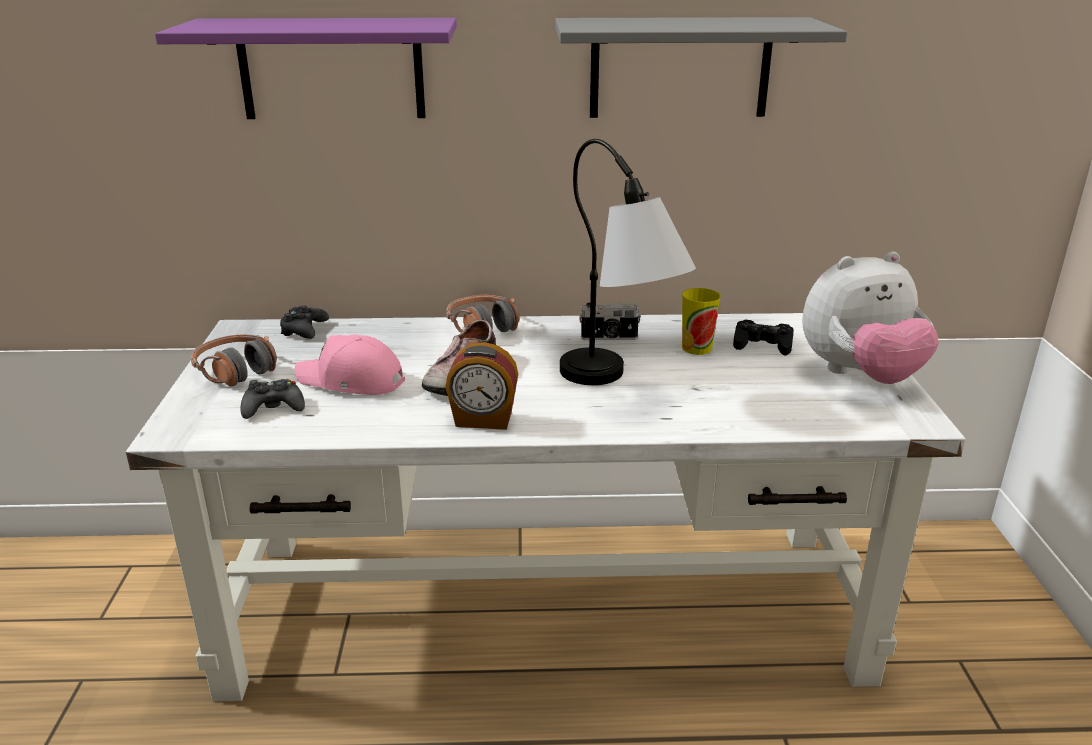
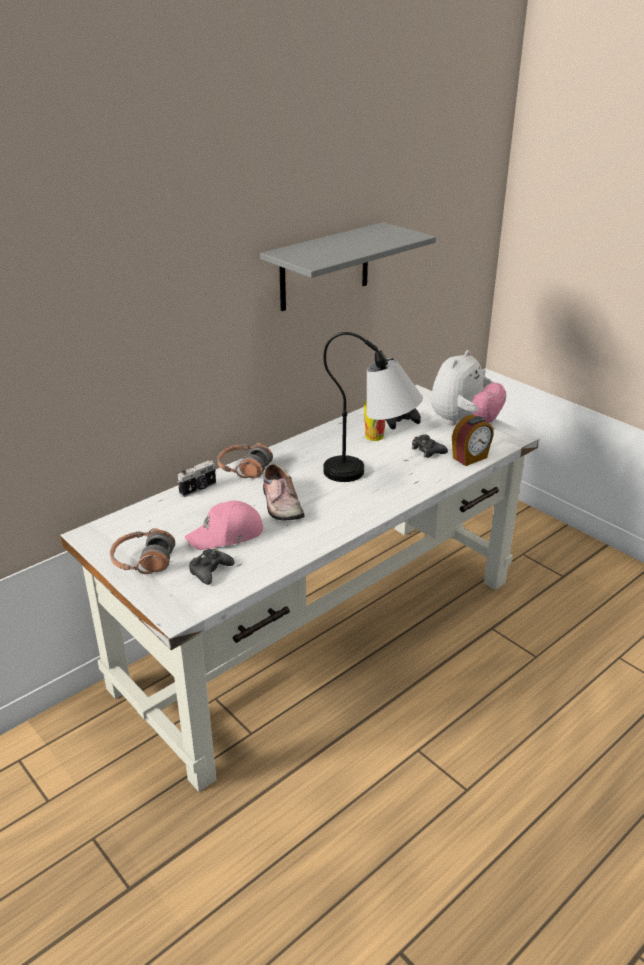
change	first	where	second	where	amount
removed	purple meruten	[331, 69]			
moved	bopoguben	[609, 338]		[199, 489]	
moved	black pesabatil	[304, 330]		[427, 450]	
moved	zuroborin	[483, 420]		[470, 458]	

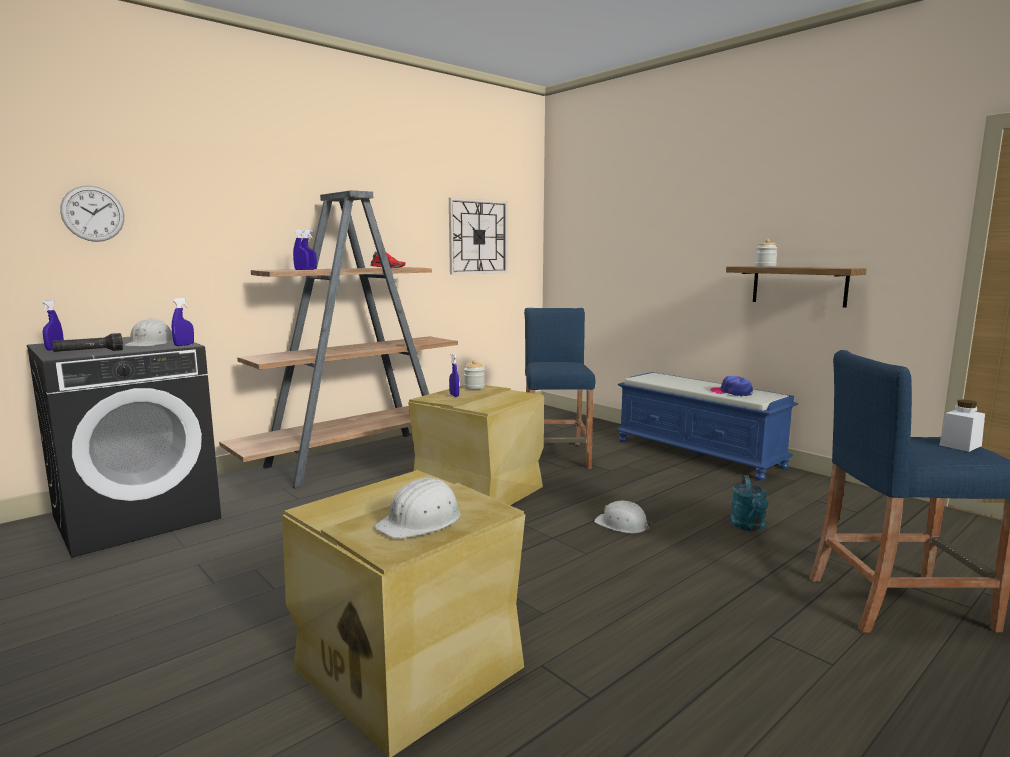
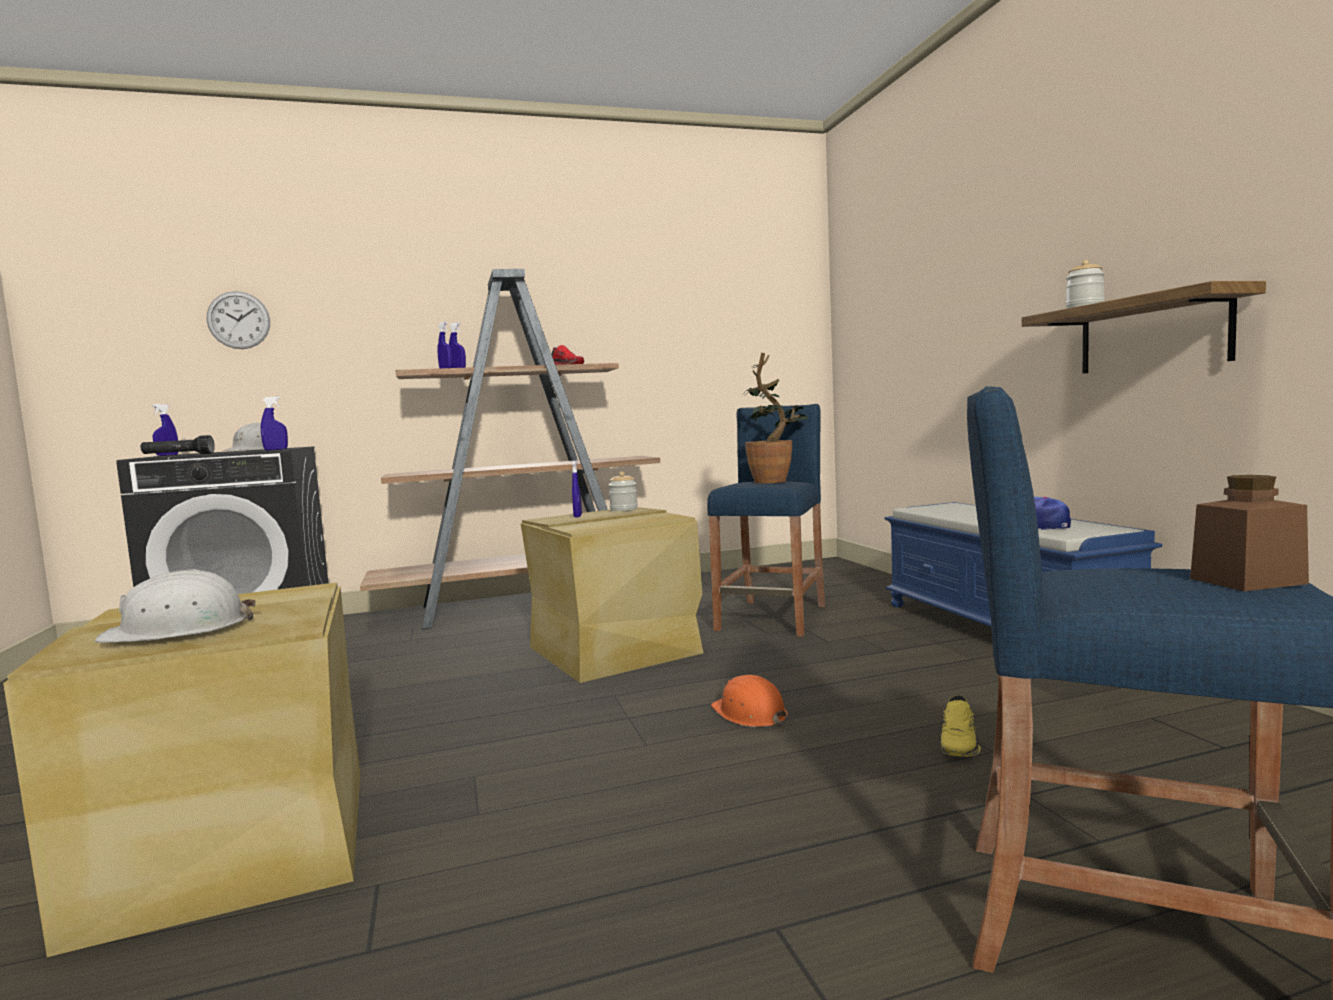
change	first	where	second	where	amount
removed	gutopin	[478, 237]			
recoloured	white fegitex	[960, 445]	brown fegitex	[1247, 581]	
replaced	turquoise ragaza	[749, 527]	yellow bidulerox	[960, 743]	
recoloured	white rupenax	[622, 525]	orange rupenax	[749, 713]	
added			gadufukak	[776, 480]	

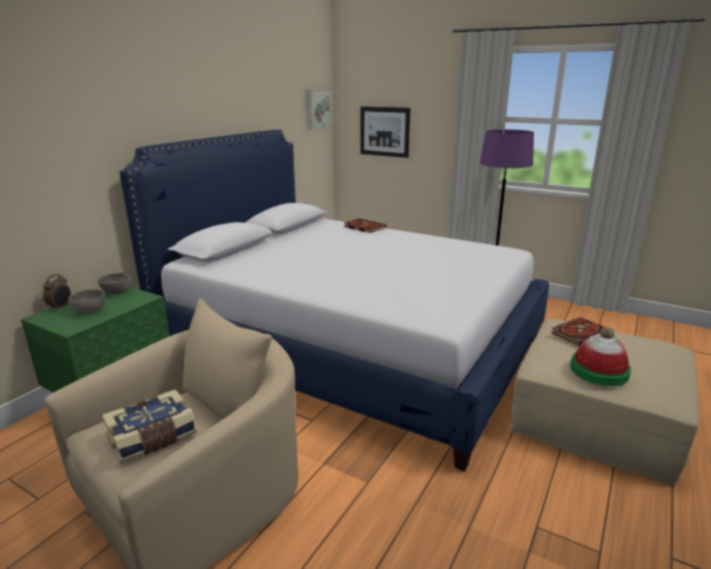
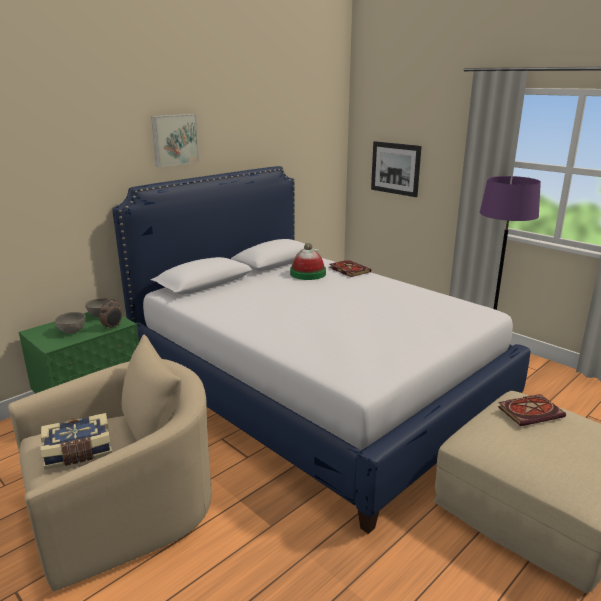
change	first	where	second	where	amount
moved	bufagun	[317, 109]		[174, 140]	
moved	zuroborin	[60, 307]		[112, 327]	
moved	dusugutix	[599, 370]		[308, 273]	

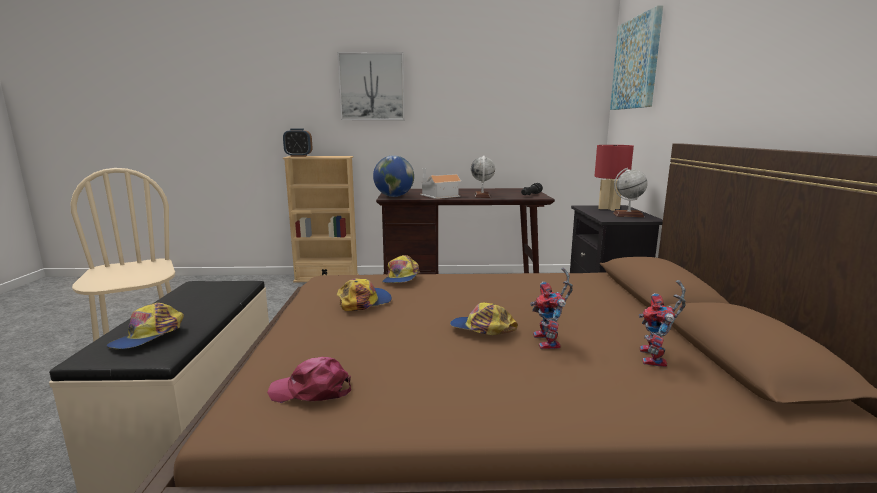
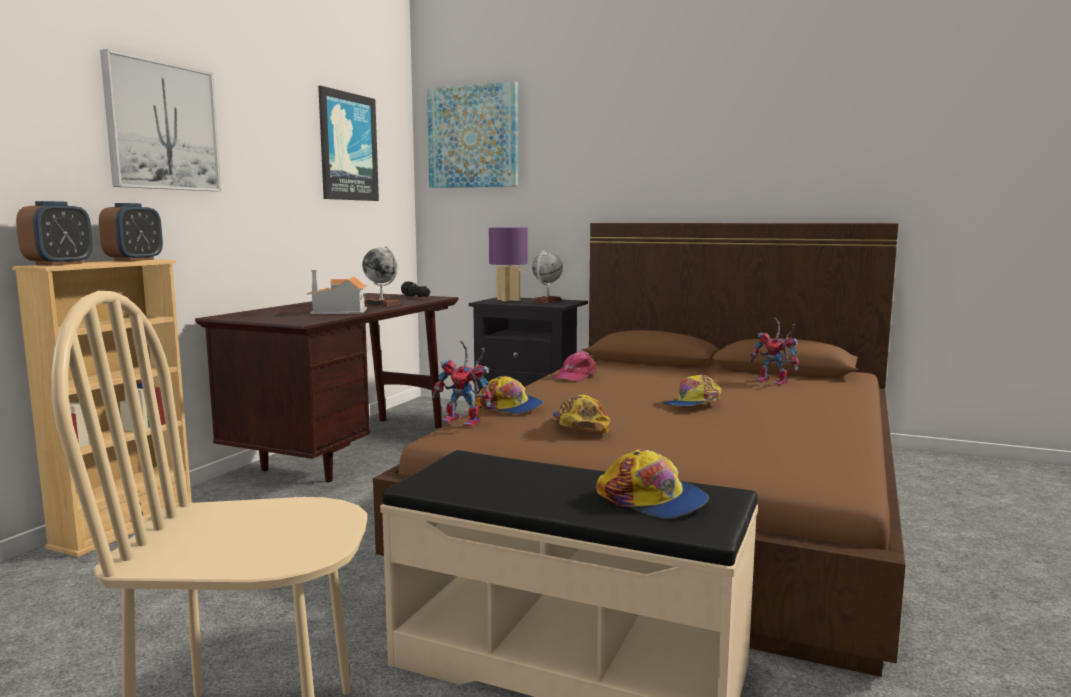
change	first	where	second	where	amount
recoloured	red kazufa	[608, 208]	purple kazufa	[508, 300]	
removed	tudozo	[394, 196]			
moved	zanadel	[550, 343]		[466, 421]	
moved	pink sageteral	[312, 390]		[576, 376]	
added			bufagun	[347, 147]	
added			zuroborin	[134, 260]	

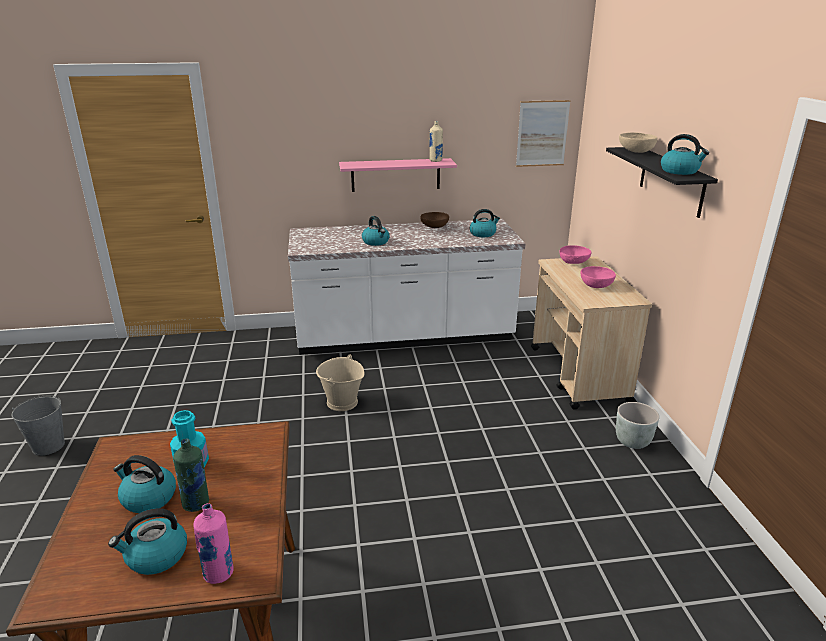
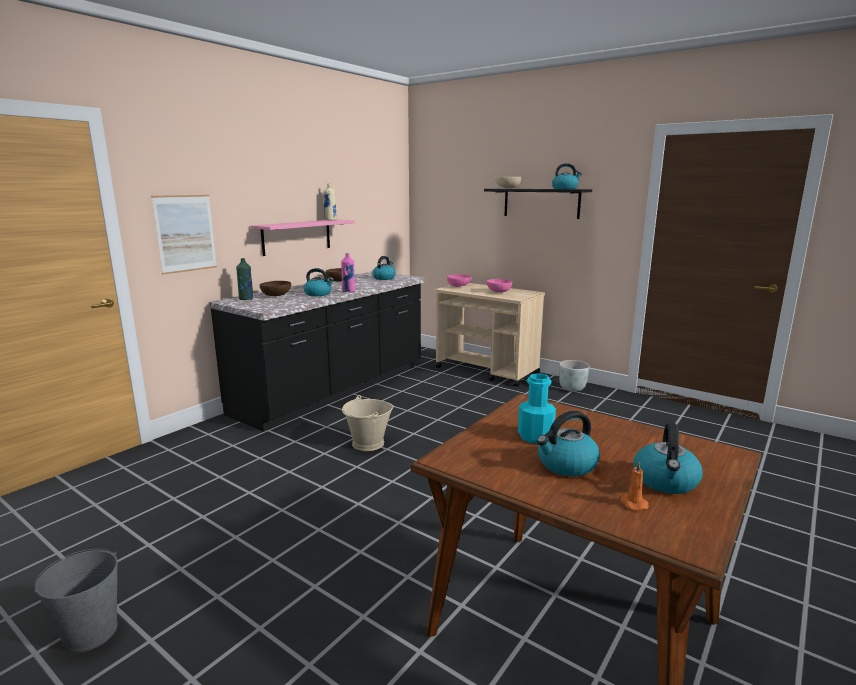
change	first	where	second	where	amount
moved	bufagun	[542, 133]		[185, 233]	
recoloured	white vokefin	[404, 336]	black vokefin	[334, 390]	
moved	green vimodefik	[196, 503]		[246, 299]	
moved	pink vimodefik	[219, 573]		[348, 291]	
added			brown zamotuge	[276, 296]	
added			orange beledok	[632, 503]	

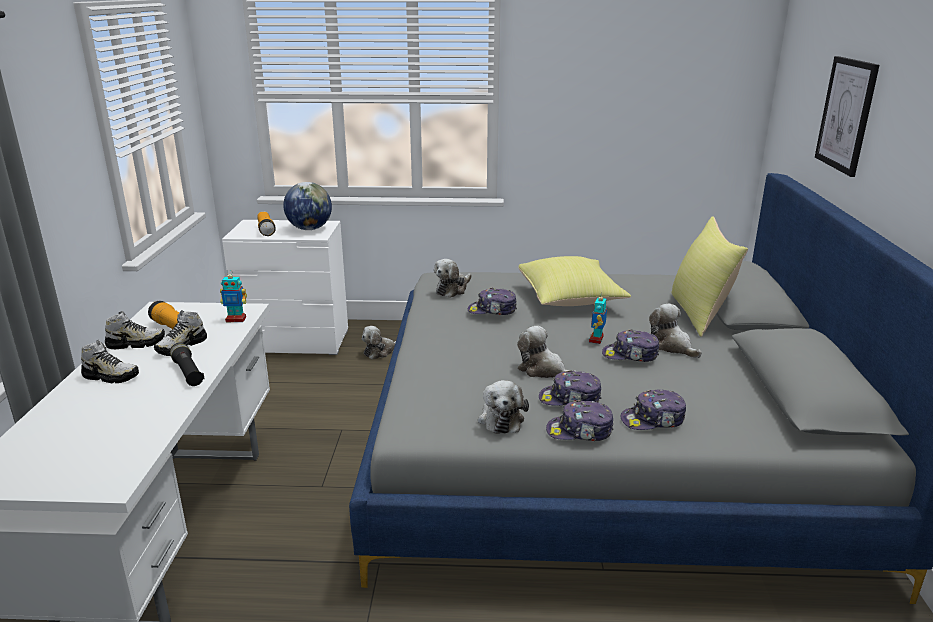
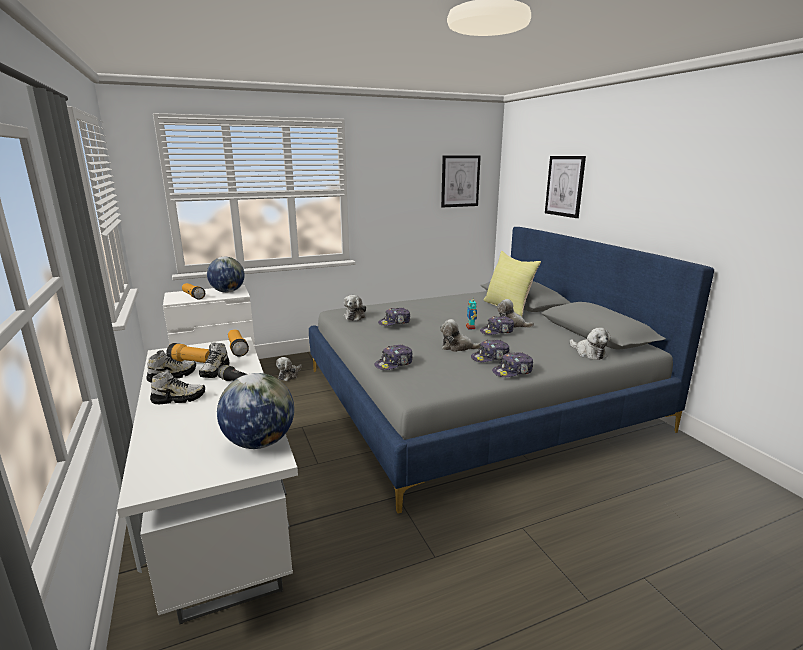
change	first	where	second	where	amount
removed	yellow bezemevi	[570, 300]			
replaced	zanadel	[236, 319]	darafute	[237, 349]	
moved	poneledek	[501, 418]		[588, 353]	
moved	sageteral	[653, 420]		[394, 364]	
added			bufagun	[460, 181]	
added			tudozo	[259, 442]	

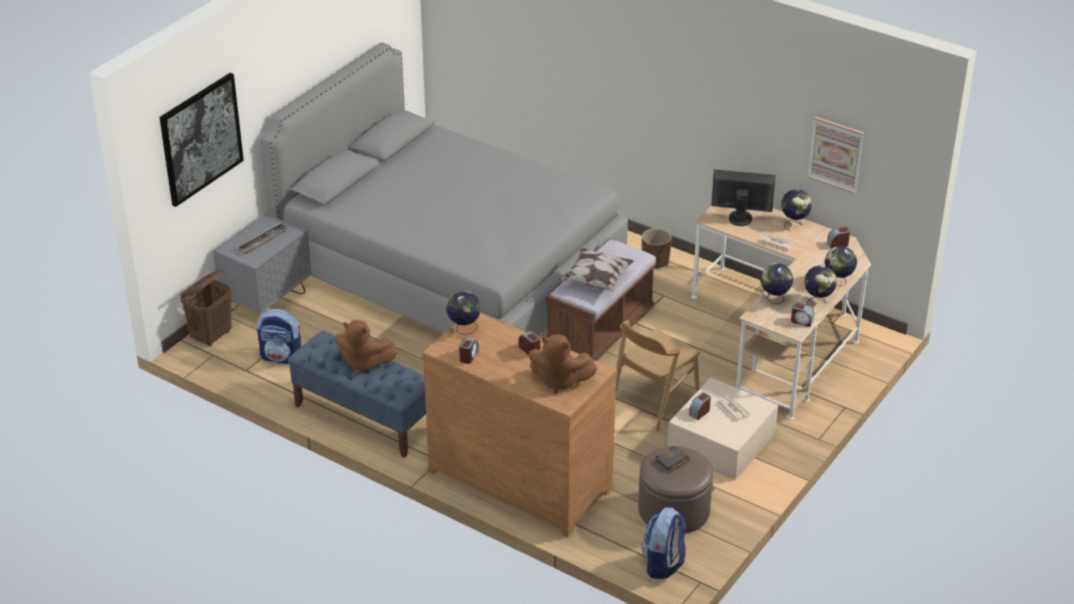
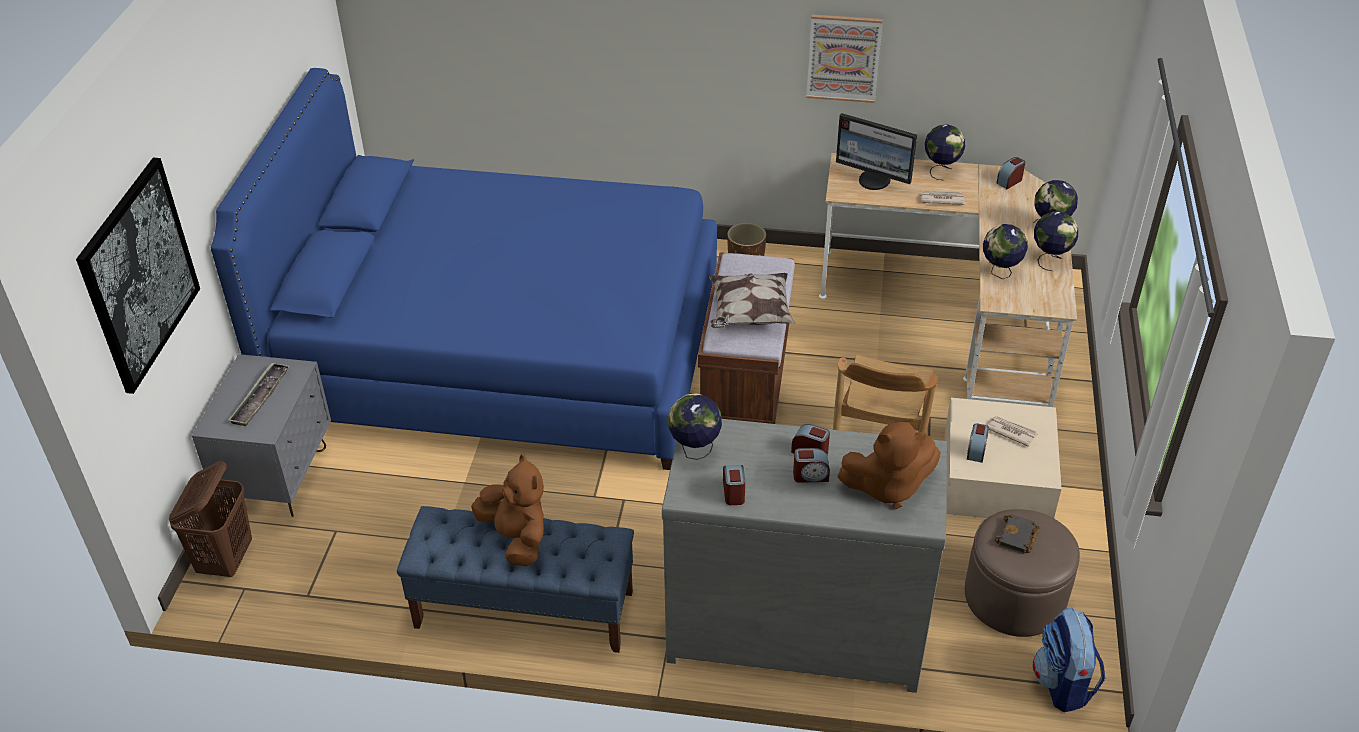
change	first	where	second	where	amount
recoloured	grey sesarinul	[450, 269]	blue sesarinul	[502, 352]	
moved	bufagun	[836, 154]		[843, 58]	
turned	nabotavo	[740, 218]		[874, 181]	135 degrees counterclockwise
moved	zuroborin	[801, 321]		[810, 475]	
removed	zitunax	[282, 357]			
recoloured	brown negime	[521, 478]	grey negime	[795, 624]	
turned	brown poneledek	[364, 363]		[517, 538]	120 degrees counterclockwise

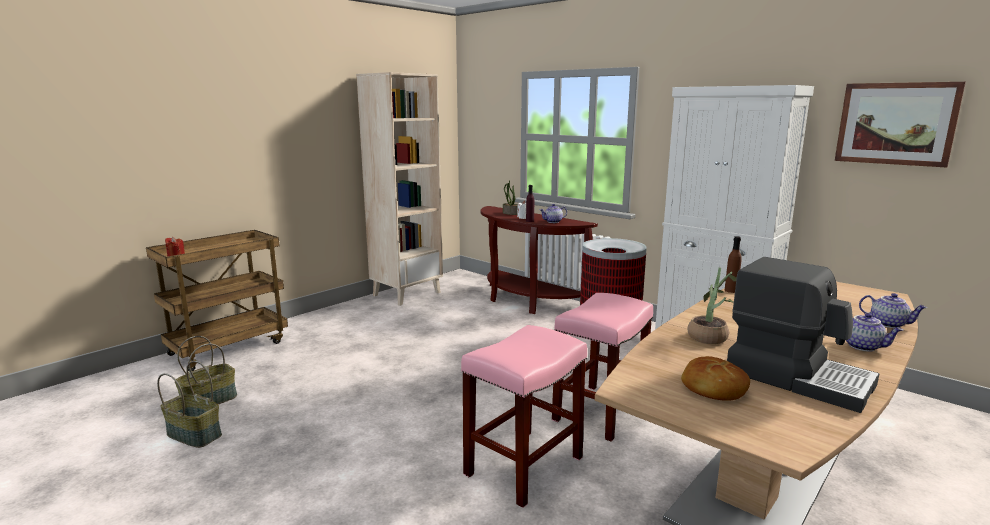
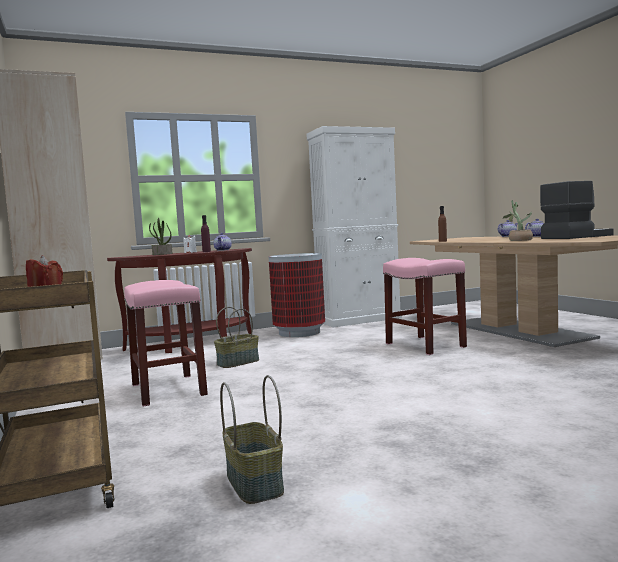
change	first	where	second	where	amount
removed	bufagun	[896, 123]			
moved	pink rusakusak	[524, 465]		[167, 389]	
removed	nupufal	[713, 388]			
moved	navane	[195, 434]		[238, 362]	

